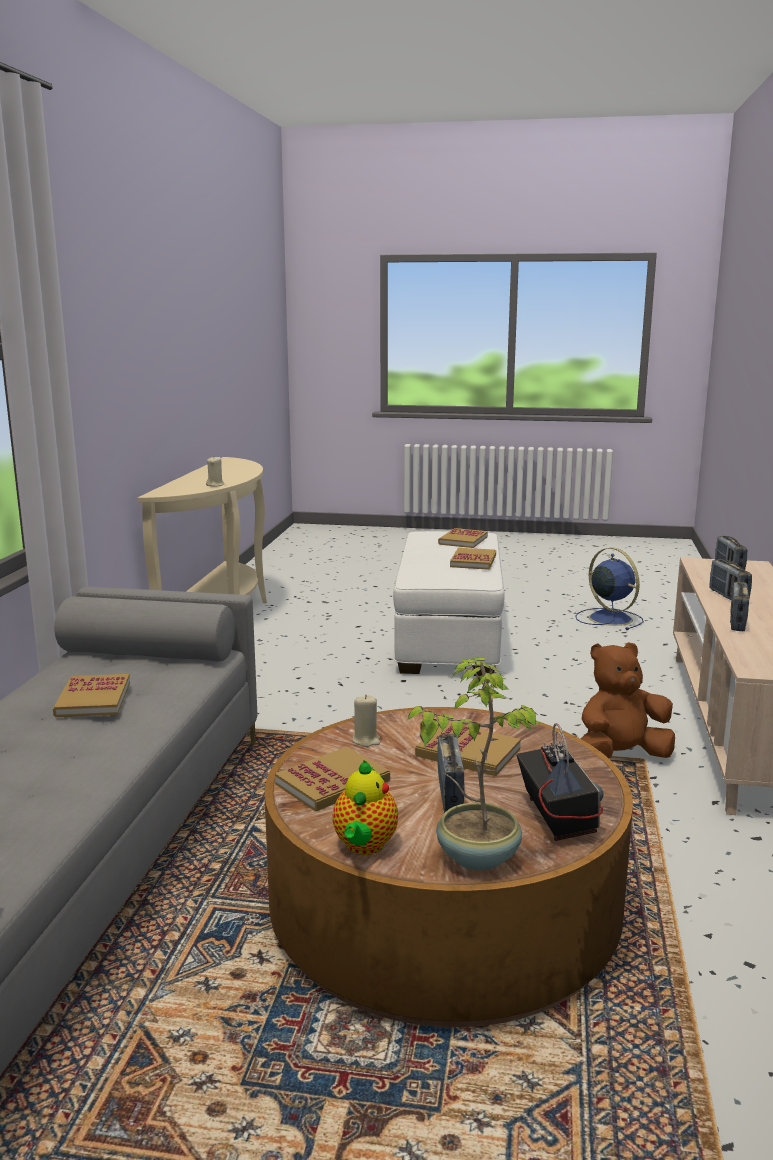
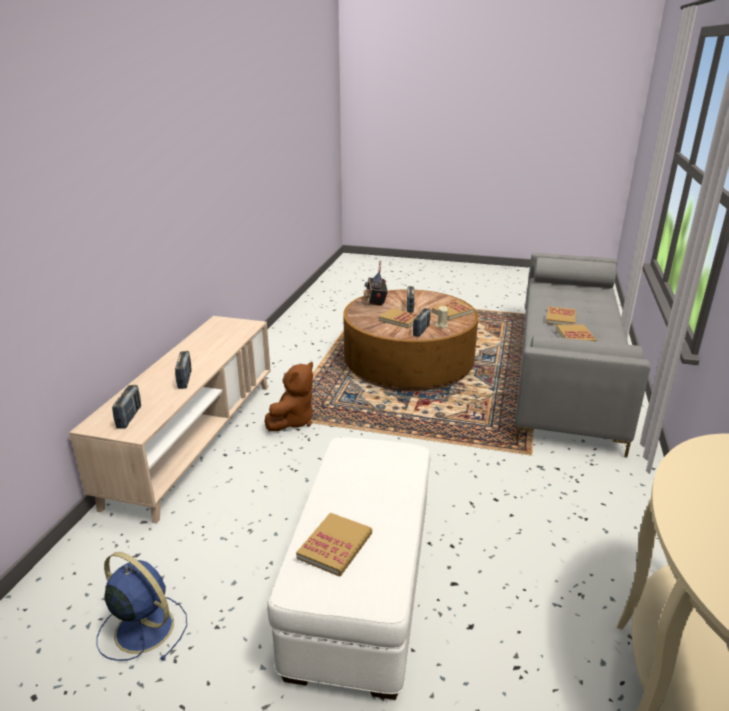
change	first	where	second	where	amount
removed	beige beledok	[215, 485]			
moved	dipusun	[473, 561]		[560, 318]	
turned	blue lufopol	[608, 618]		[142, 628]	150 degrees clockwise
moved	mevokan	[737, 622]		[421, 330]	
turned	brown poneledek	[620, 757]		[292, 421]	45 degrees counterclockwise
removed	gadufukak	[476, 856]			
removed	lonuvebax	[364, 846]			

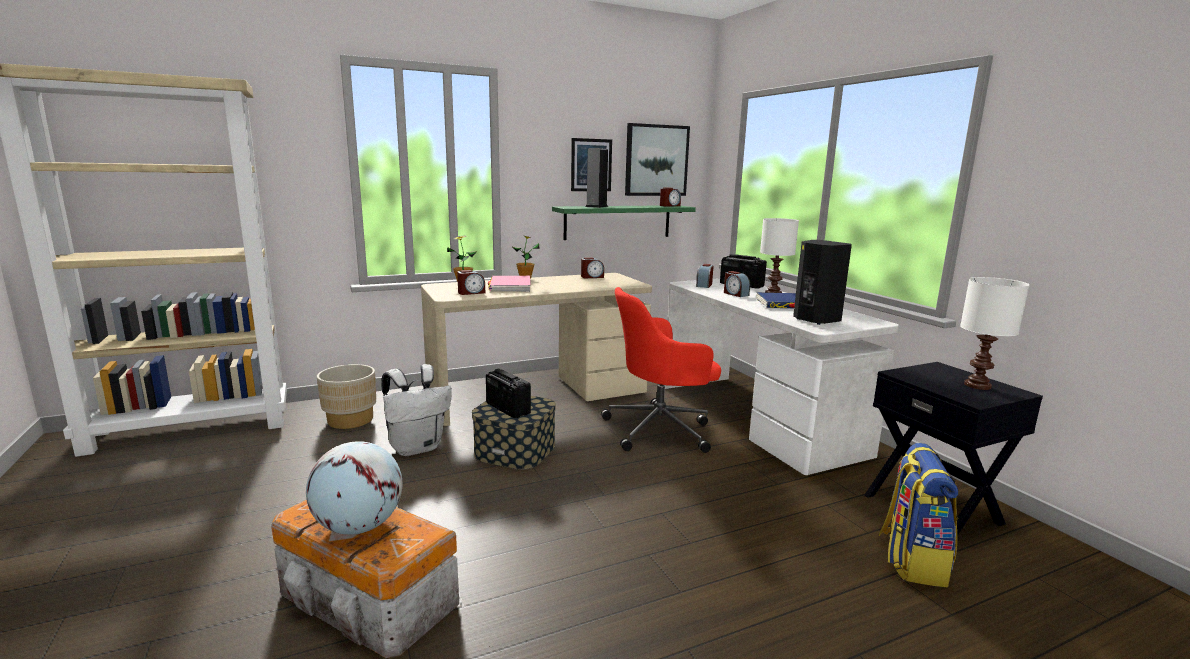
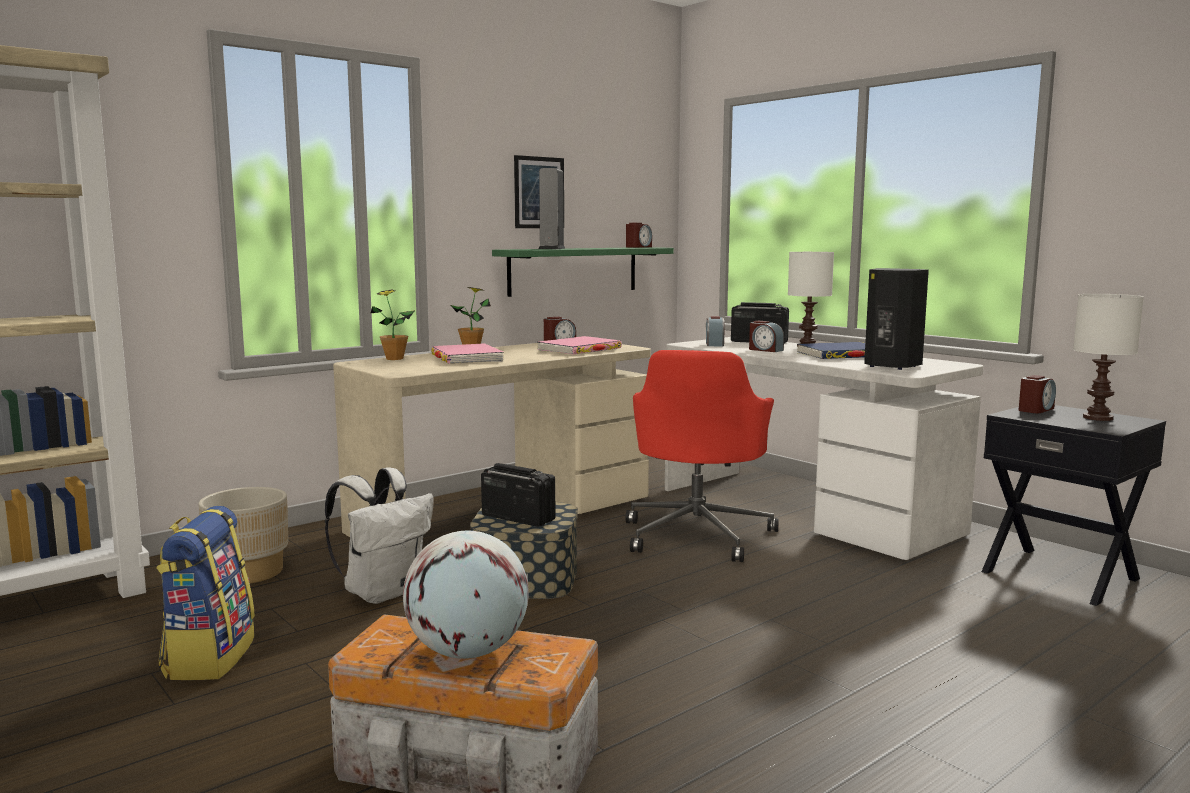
change	first	where	second	where	amount
removed	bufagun	[656, 160]			
moved	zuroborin	[471, 293]		[1035, 410]	
turned	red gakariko	[660, 429]		[698, 534]	45 degrees counterclockwise
moved	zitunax	[911, 560]		[209, 657]	
added			pink dipusun	[579, 350]	

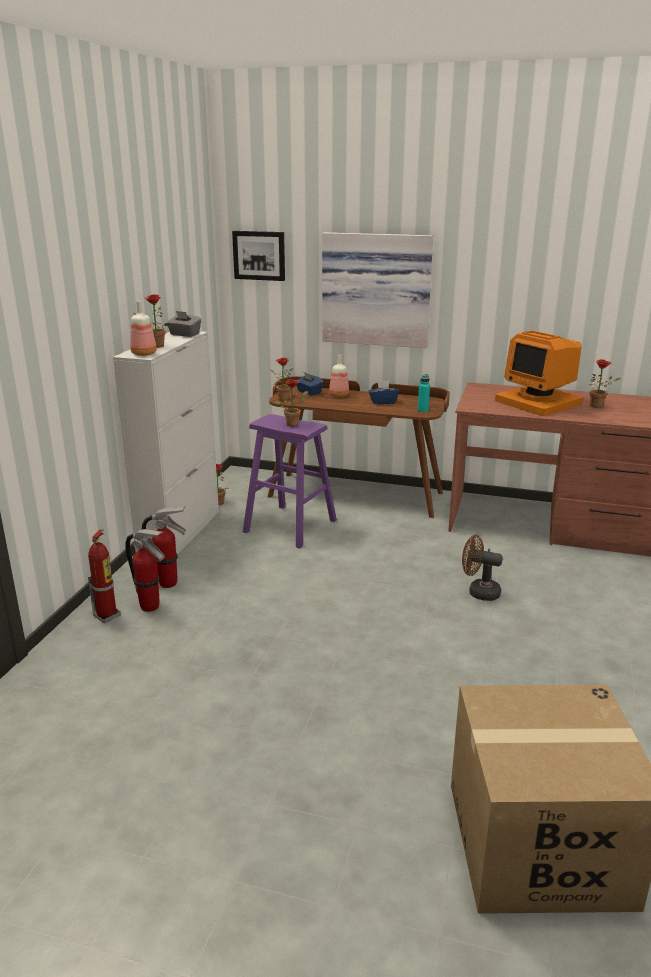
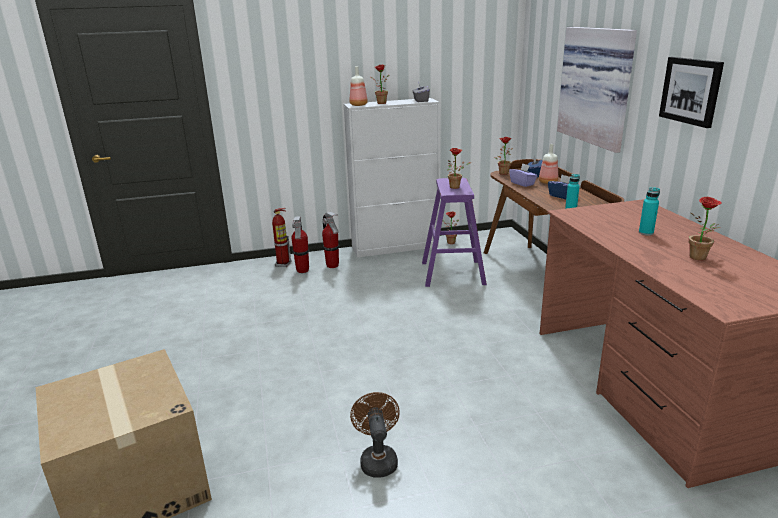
change	first	where	second	where	amount
moved	bufagun	[259, 255]		[691, 91]	
replaced	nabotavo	[539, 402]	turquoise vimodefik	[646, 232]	
moved	brown lufopol	[479, 592]		[377, 459]	
added			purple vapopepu	[522, 183]	

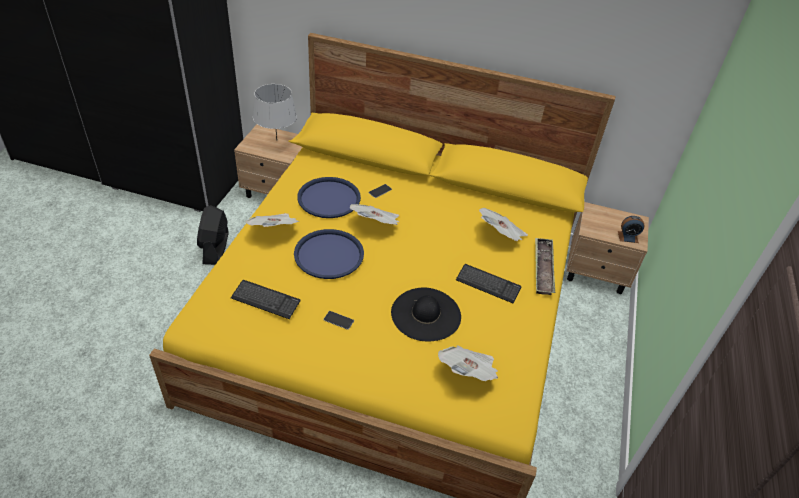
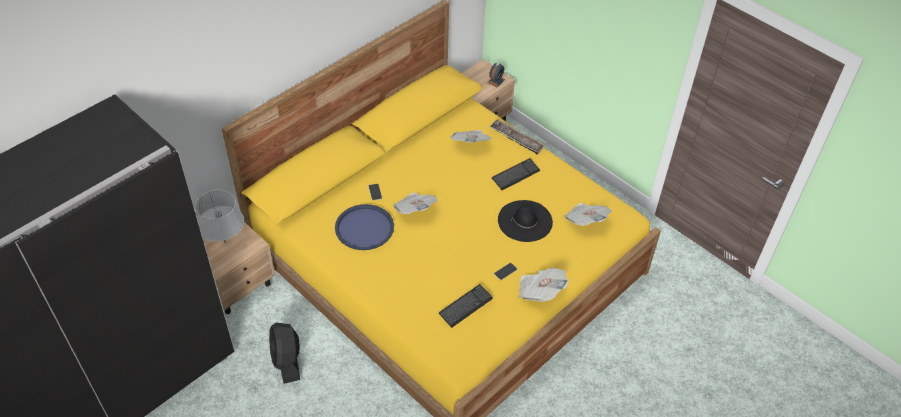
change	first	where	second	where	amount
turned	black lufopol	[215, 248]		[287, 361]	45 degrees clockwise
moved	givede	[274, 230]		[540, 291]	
removed	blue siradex	[329, 255]			

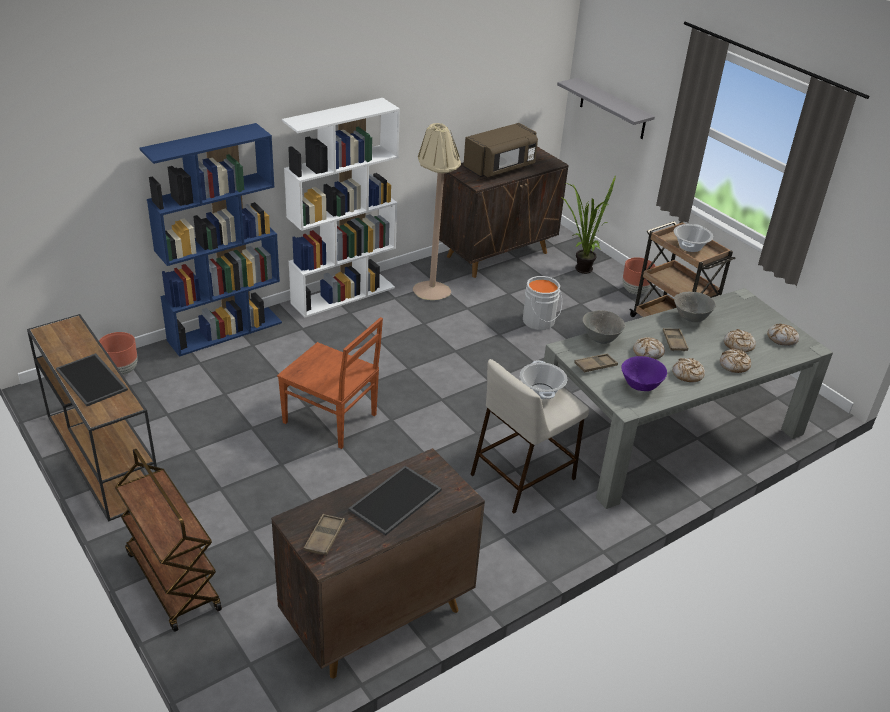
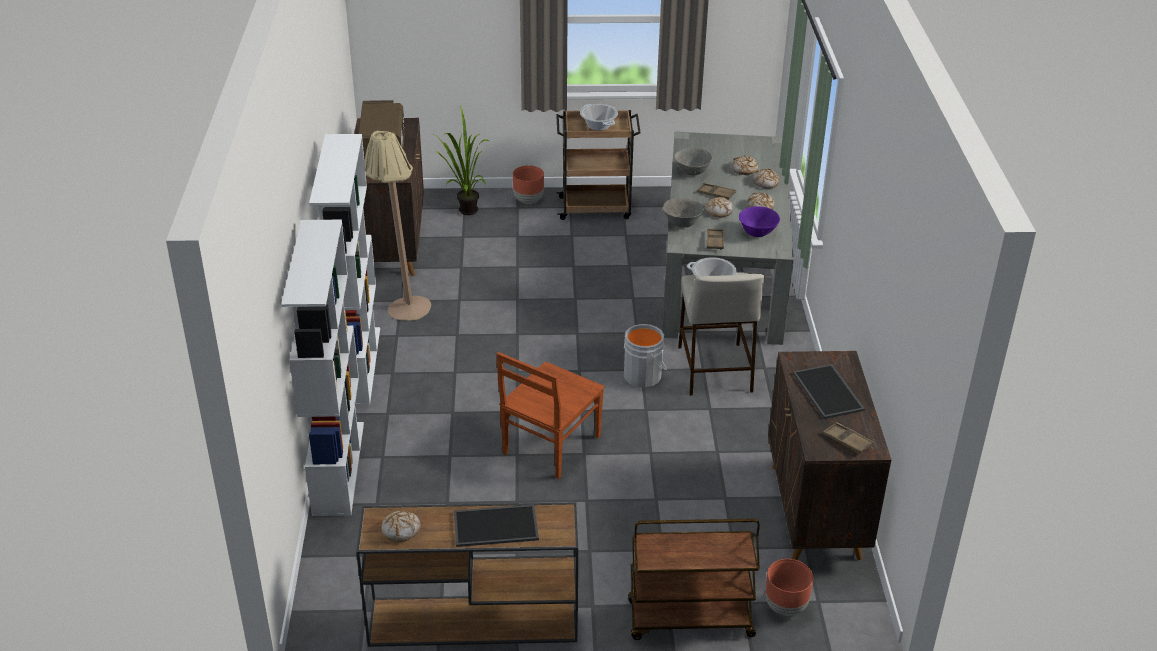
change	first	where	second	where	amount
removed	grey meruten	[612, 109]			
recoloured	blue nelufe	[225, 331]	white nelufe	[338, 467]	
moved	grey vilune	[540, 322]		[644, 375]	
turned	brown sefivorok	[332, 419]		[550, 446]	150 degrees clockwise
moved	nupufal	[782, 338]		[401, 530]	
moved	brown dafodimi	[121, 370]		[785, 607]	

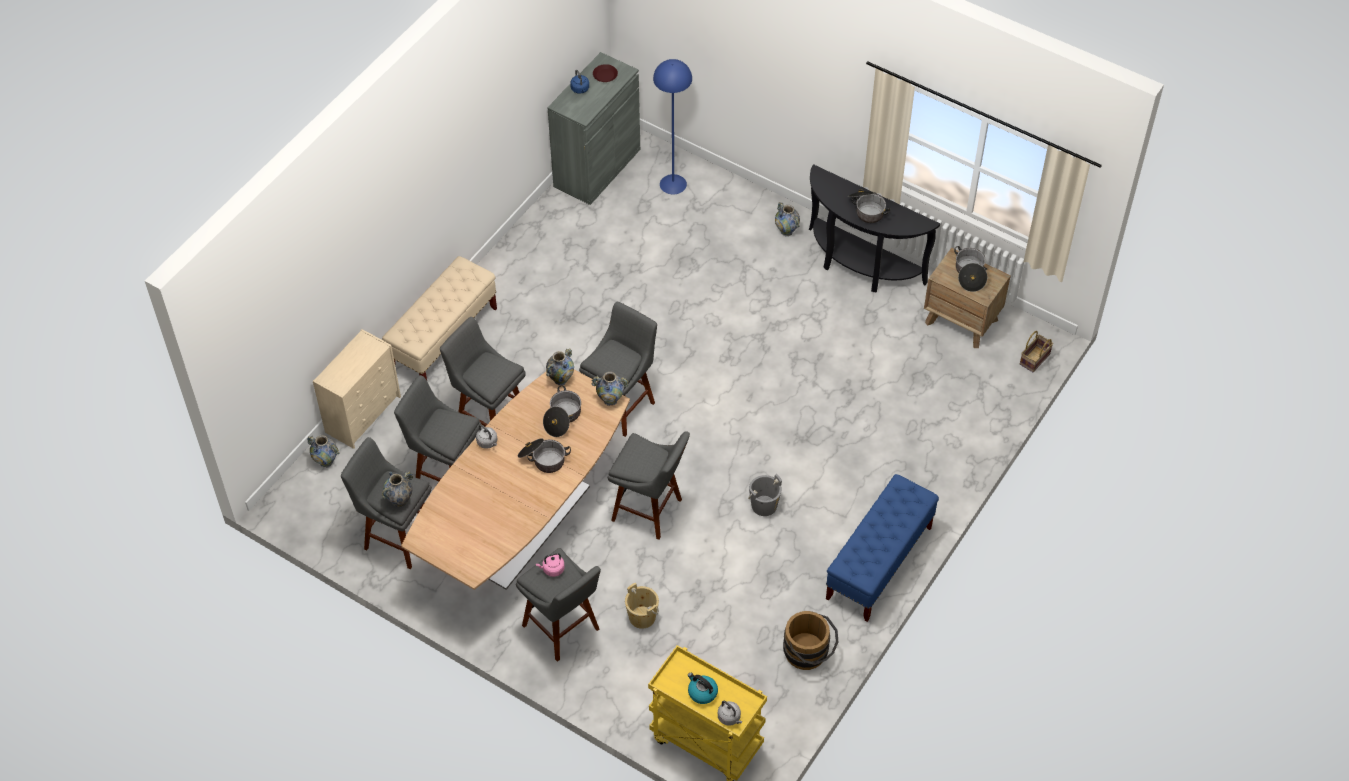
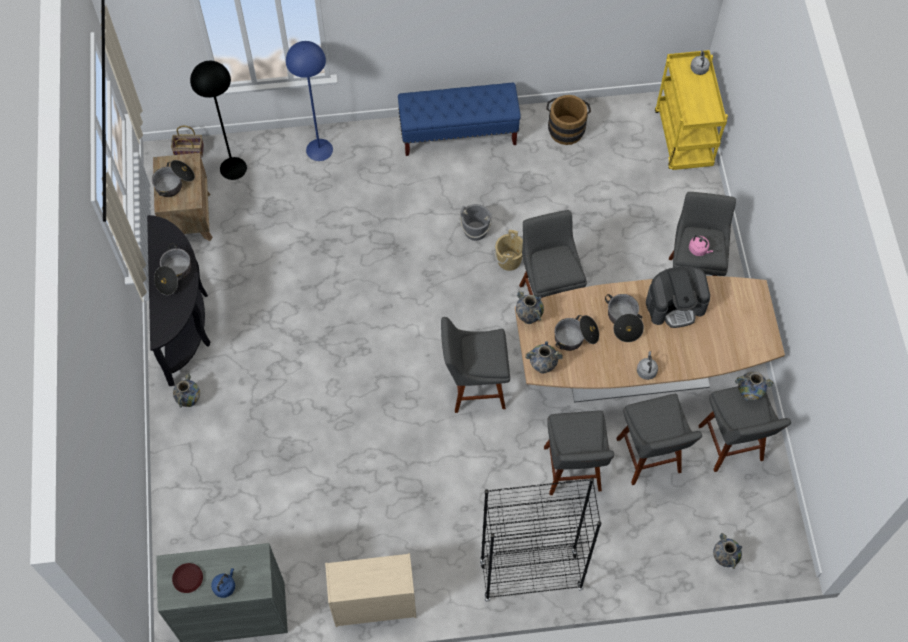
change	first	where	second	where	amount
moved	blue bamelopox	[672, 184]		[319, 150]	
replaced	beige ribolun	[444, 338]	black nelufe	[530, 576]	
moved	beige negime	[363, 413]		[373, 603]	
moved	beige vilune	[642, 617]		[509, 260]	
removed	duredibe	[702, 692]			
added			black bamelopox	[233, 168]	
added			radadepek	[675, 305]	

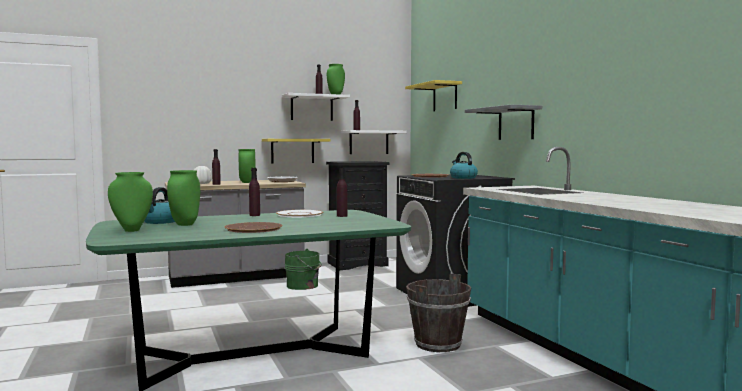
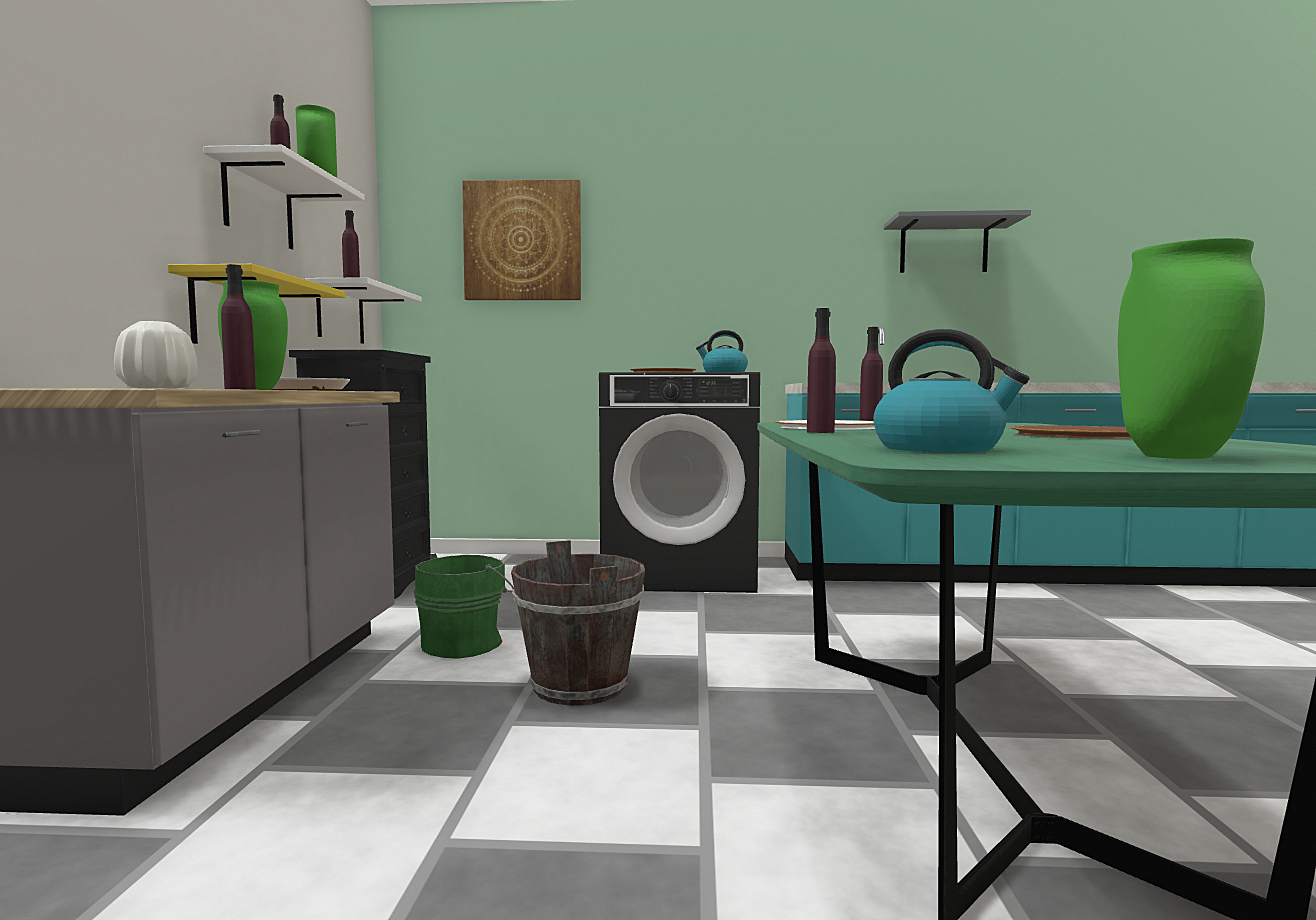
change	first	where	second	where	amount
replaced	yellow meruten	[445, 97]	bufagun	[522, 241]	
moved	grey meruten	[516, 123]		[943, 248]	
removed	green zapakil	[184, 224]			
moved	brown vilune	[437, 344]		[579, 686]	

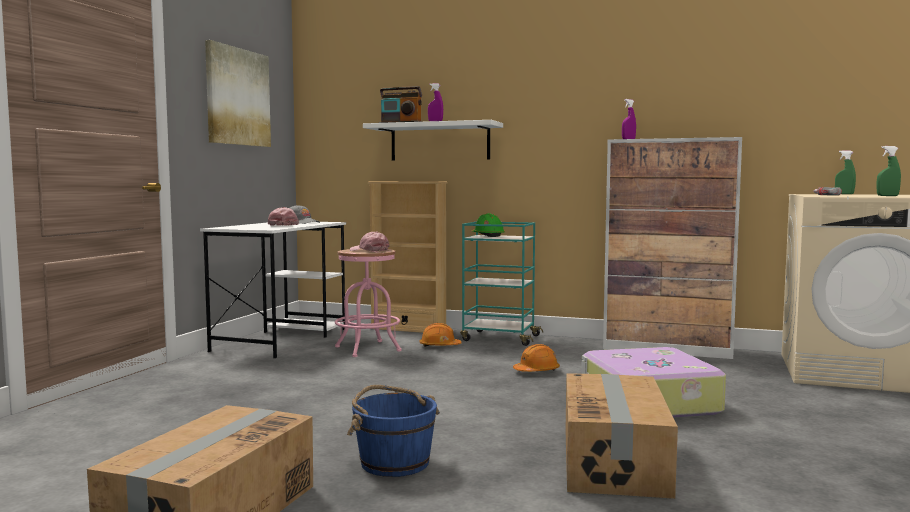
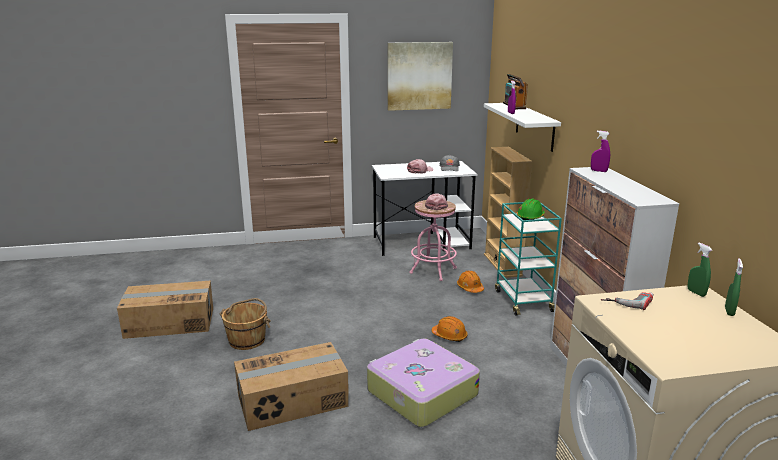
change	first	where	second	where	amount
moved	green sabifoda	[887, 196]		[696, 293]	
recoloured	blue vilune	[394, 462]	brown vilune	[247, 340]	

